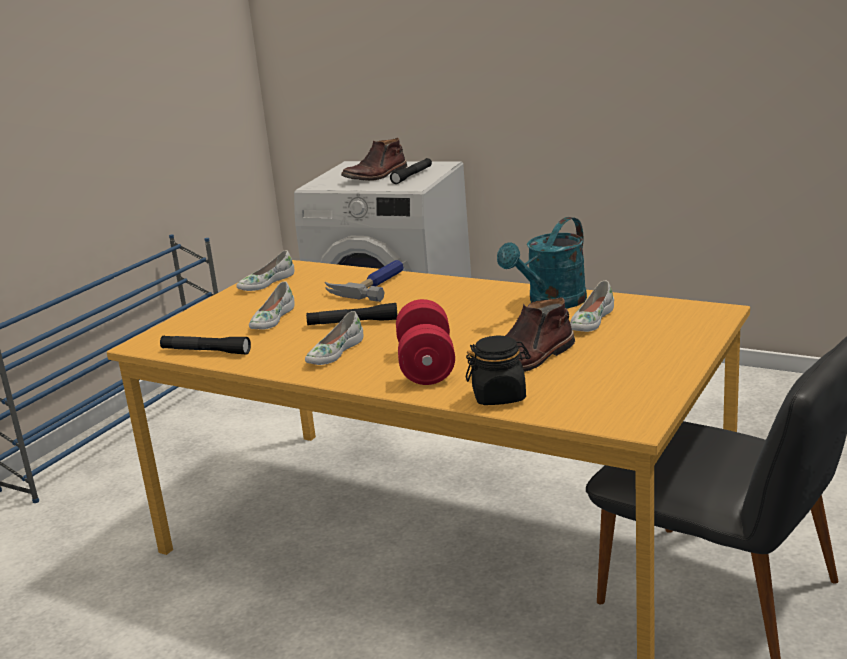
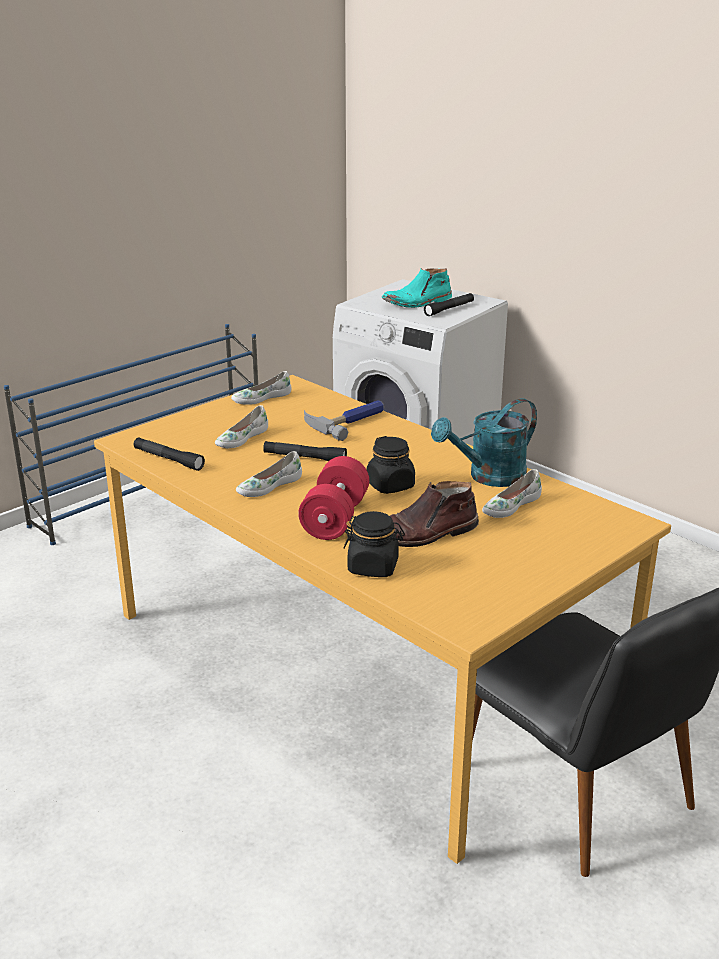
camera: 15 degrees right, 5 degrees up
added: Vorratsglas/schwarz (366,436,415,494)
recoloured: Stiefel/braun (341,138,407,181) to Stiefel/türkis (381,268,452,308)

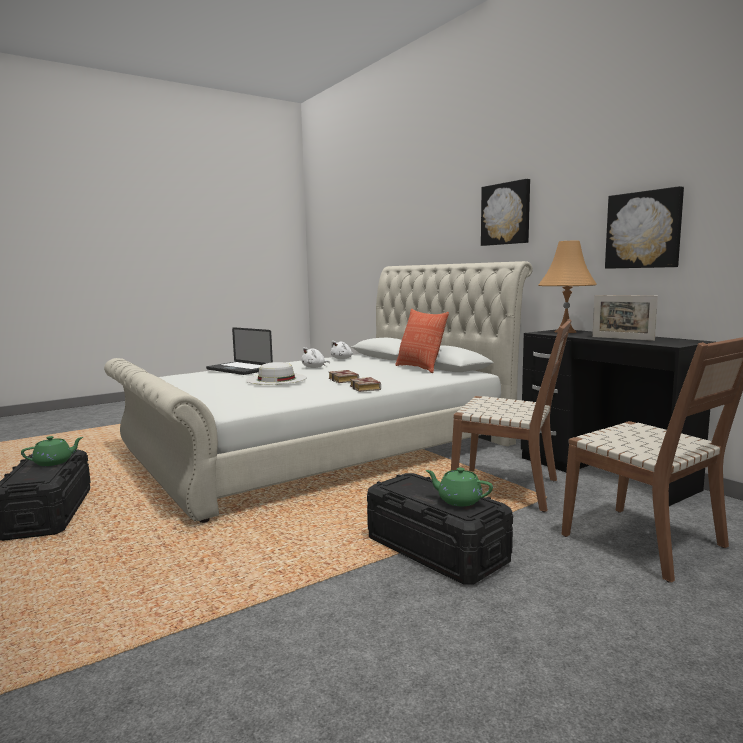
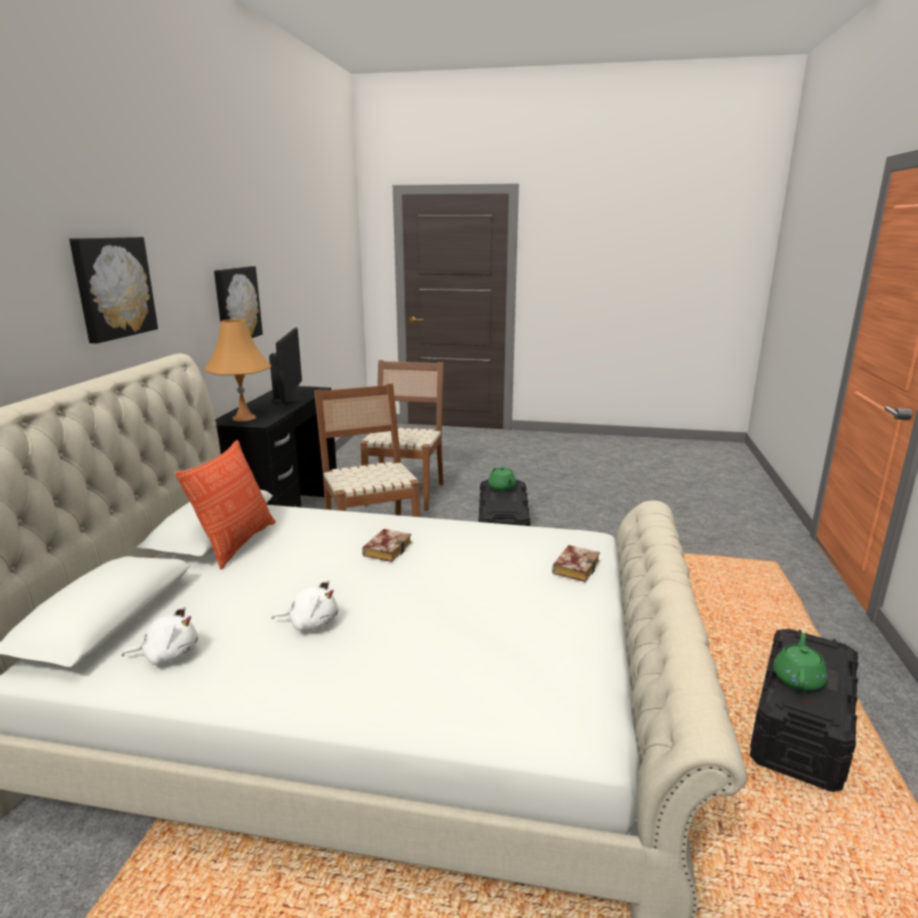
camera: 135 degrees left, 10 degrees up
removed: Laptop (206,327,273,375); Hut/weiß (246,362,307,385)
moved: Buch (350,377,381,392) to (552,545,600,582)
replaced: Bilderrahmen (592,295,658,341) to Monitor (269,328,304,404)
turned: Teekanne/grün (21,436,83,466) = (773,633,828,691) 105 degrees clockwise

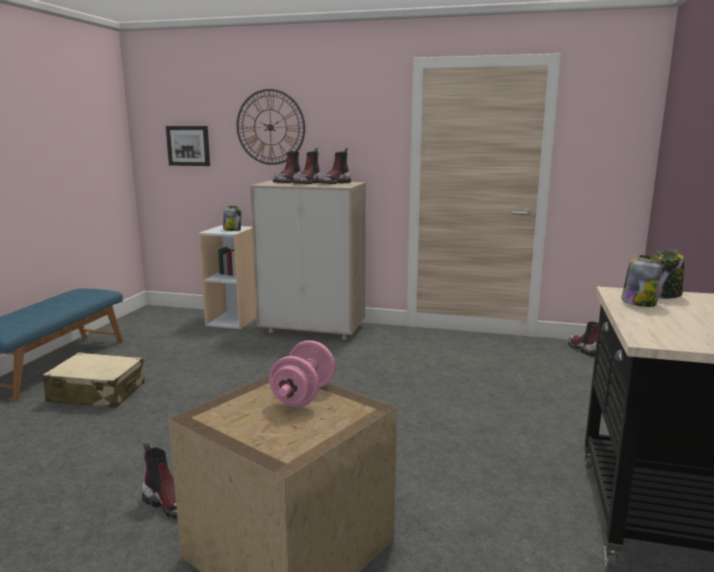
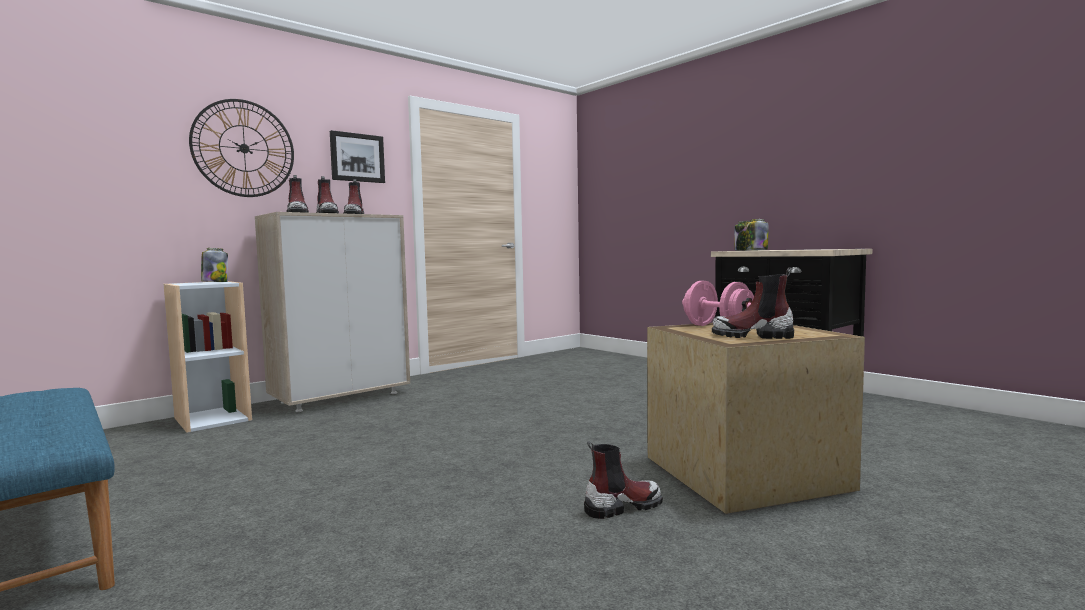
camera: 55 degrees left, 10 degrees down
removed: Koffer/beige (42,352,144,408)
moved: Bild (166,126,210,166) to (330,130,385,183); Stiefel (568,321,599,357) to (712,267,794,339)

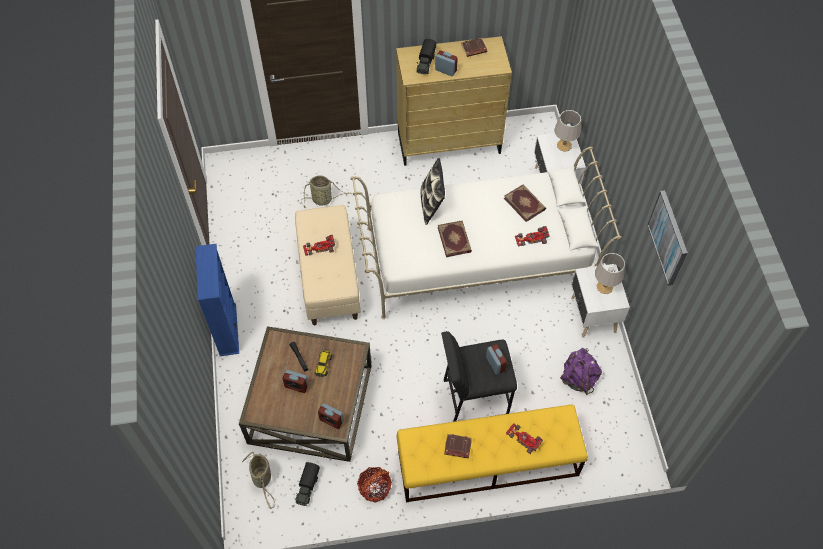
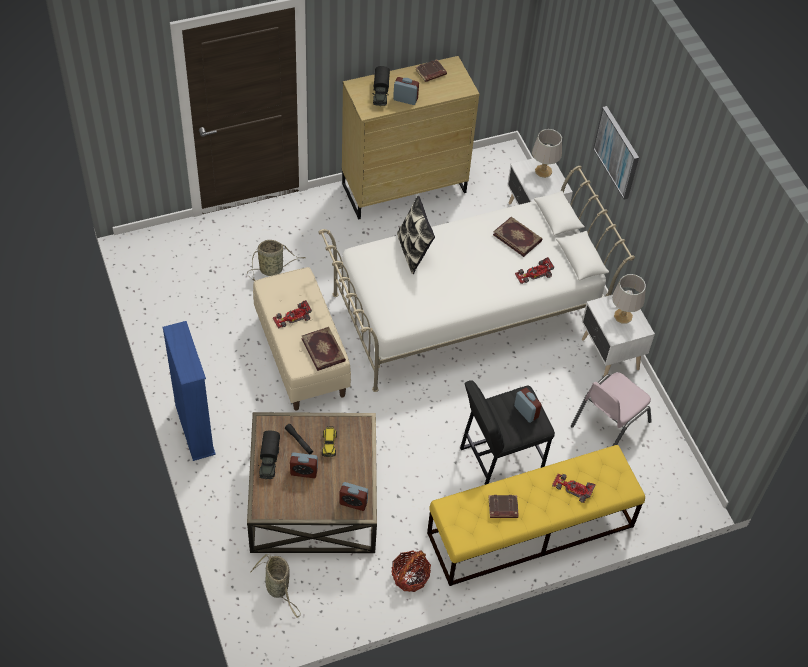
camera: 15 degrees left, 5 degrees down
moved: Spielzeuglaster (295,462,320,506) to (258,430,280,479); Buch (438,221,472,257) to (302,327,346,371); Bild (647,190,688,286) to (593,106,639,199)
replaced: Rucksack/lila (560,347,602,395) to Stuhl/rosa (571,372,652,446)

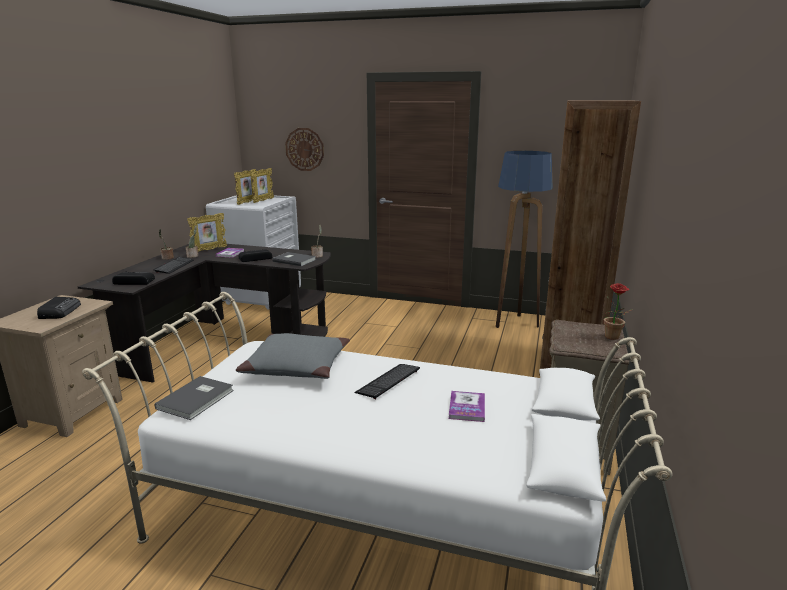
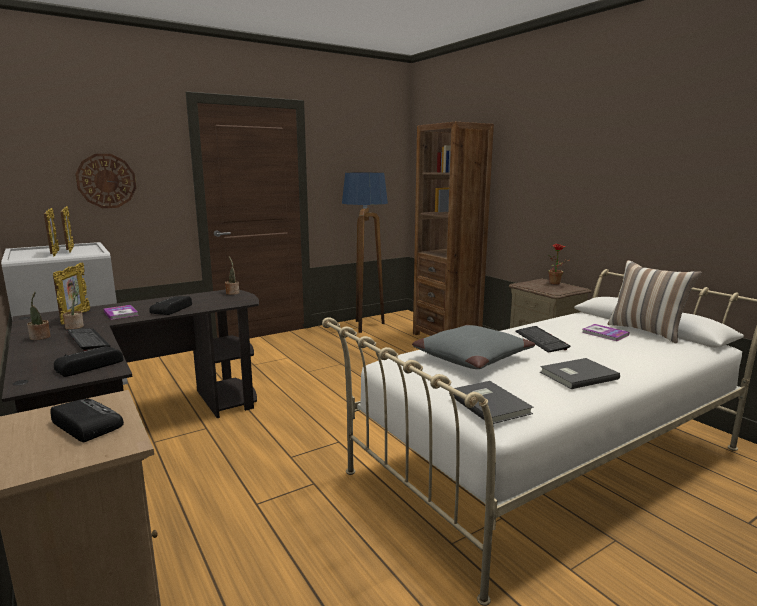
camera: 50 degrees left, 5 degrees down
added: Kissen (608,260,702,343)
moved: Buch/grau (272,252,316,266) to (540,358,620,389)

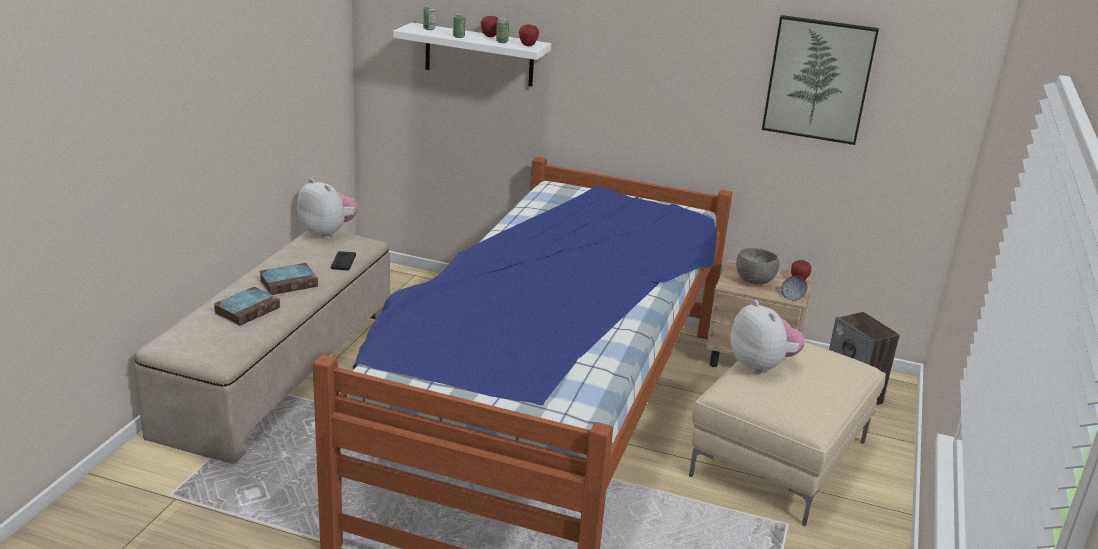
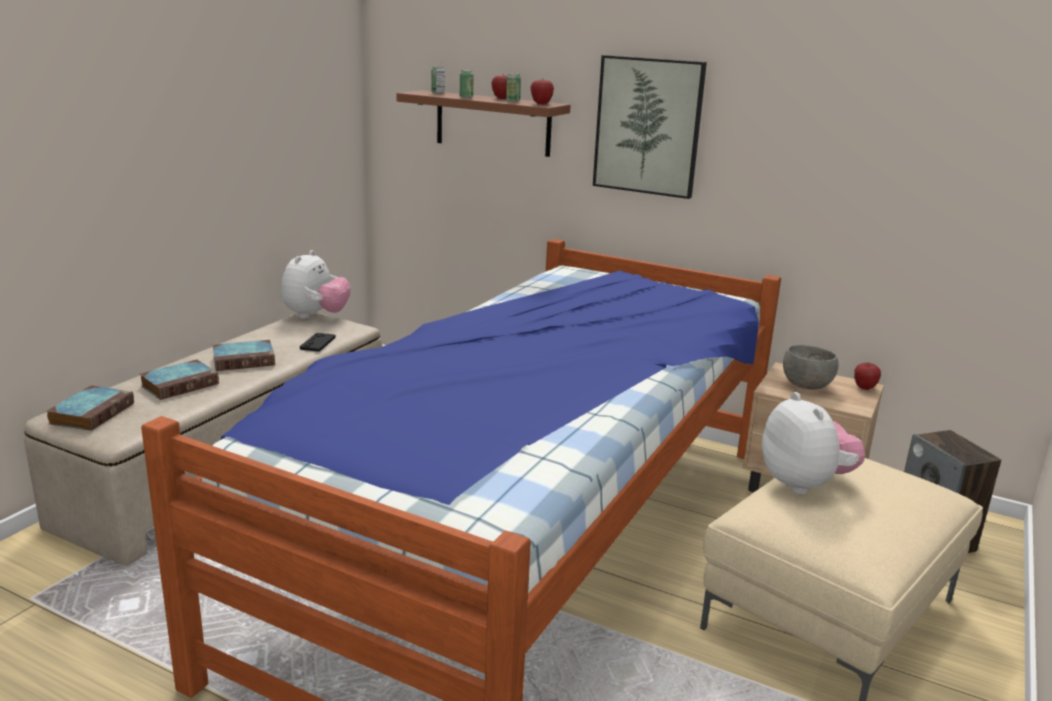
camera: 10 degrees right, 5 degrees down
removed: Schüssel (781,276,807,300)
added: Buch (47,386,134,431)
moved: Bild (762,15,879,145) to (593,55,707,199)
recoloured: Wandregal/weiß (393,22,551,86) to Wandregal/braun (397,90,571,157)
turned: Plüschtier (297,178,358,239) = (281,250,351,319) 60 degrees clockwise

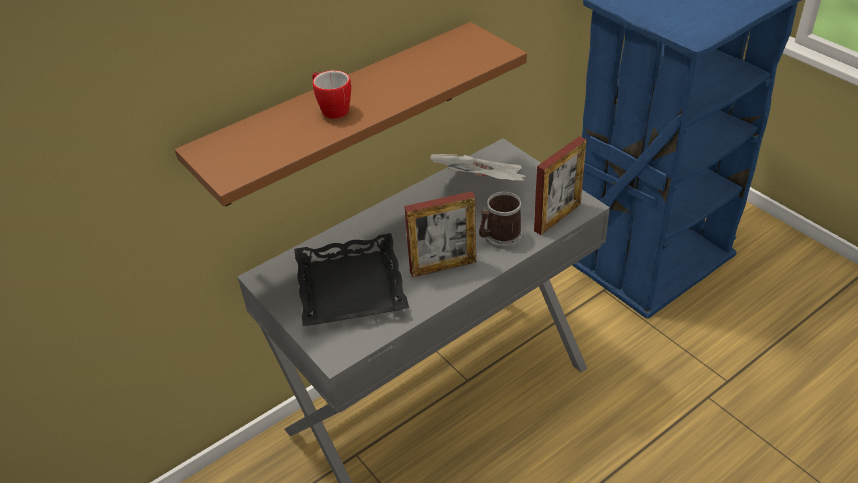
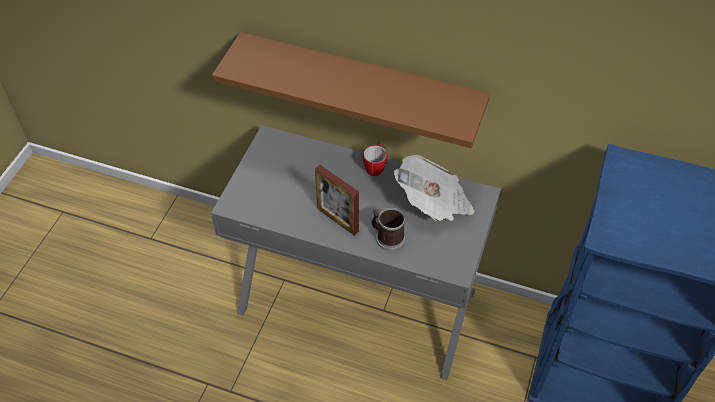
camera: 55 degrees right, 10 degrees up
removed: Tablett/schwarz (294,233,409,326); Bilderrahmen (534,136,587,235)
moved: Henkelbecher (312,70,351,119) to (363,142,387,176)

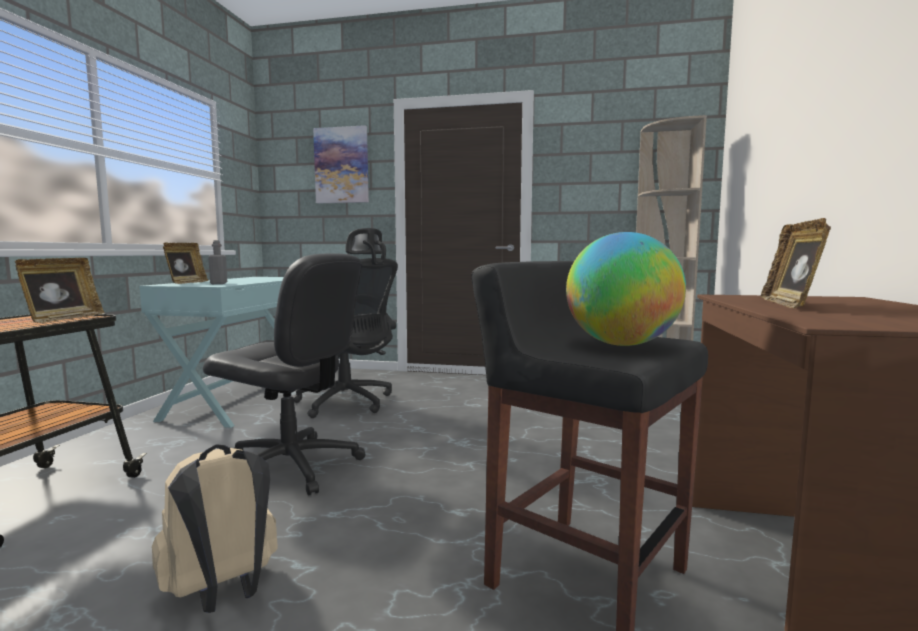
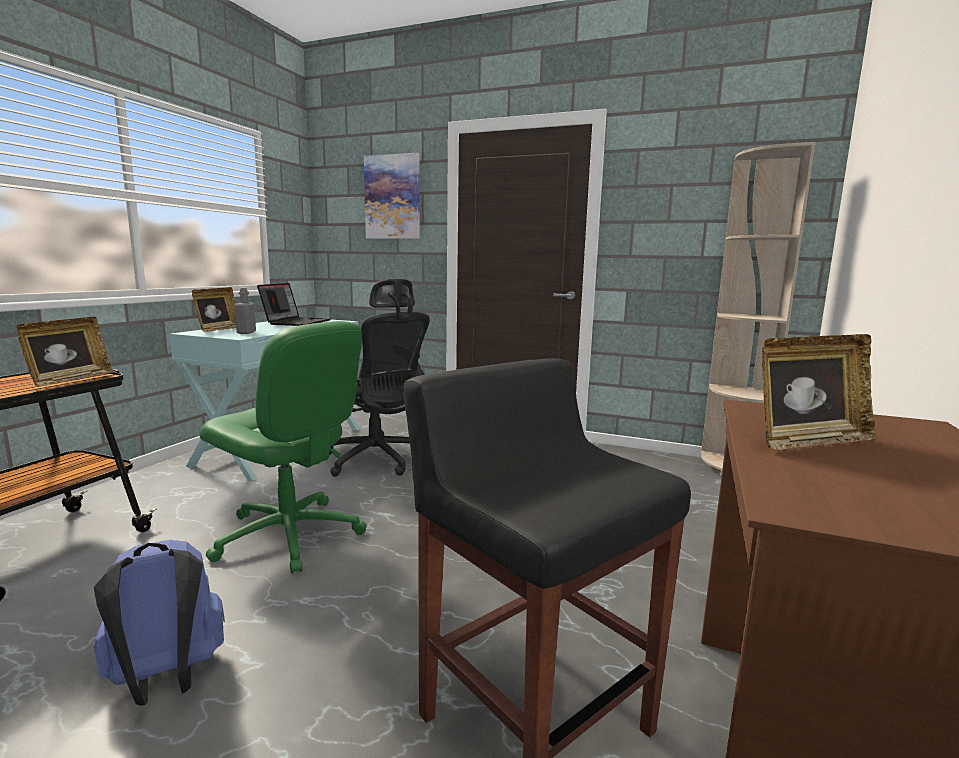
camera: 10 degrees right, 5 degrees up
removed: Globus (566,232,686,346)
added: Laptop (257,283,331,326)
recoloured: Rucksack/beige (152,444,278,613) to Rucksack/blau (94,540,225,706); Bürostuhl/schwarz (203,253,366,495) to Bürostuhl/grün (199,321,366,574)
turned: Bilderrahmen (761,218,831,309) = (762,334,877,450) 135 degrees counterclockwise

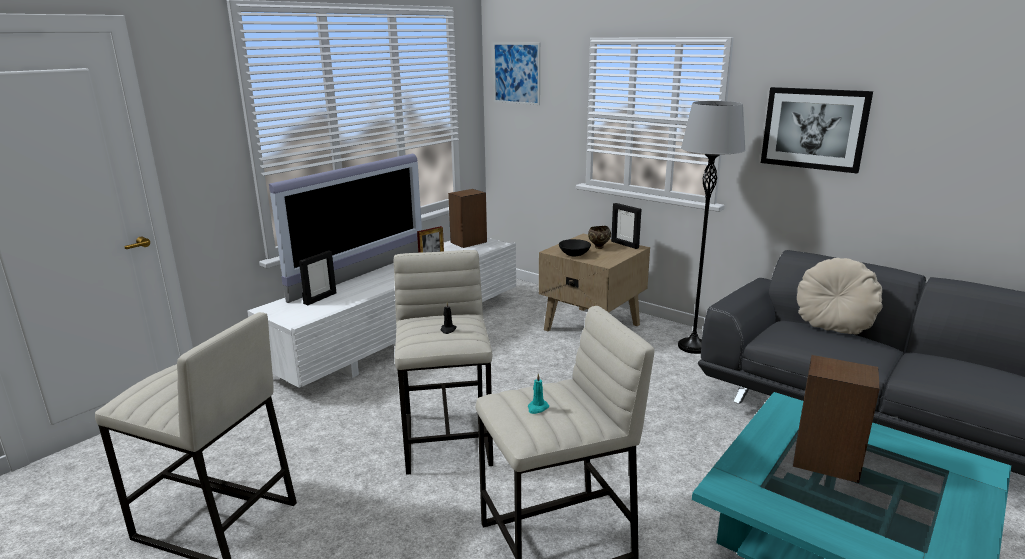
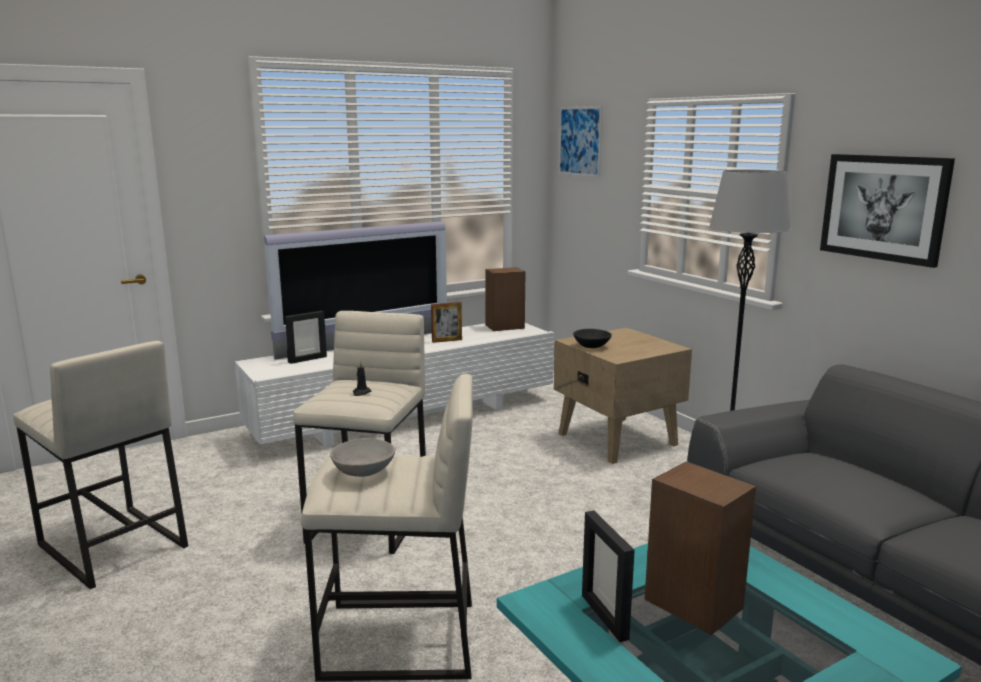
camera: 20 degrees right, 5 degrees down
removed: Schüssel/braun (588,226,611,249); Kissen/beige (797,258,883,335)
moved: Bilderrahmen (611,203,641,249) to (582,510,635,642)
replaced: Kerze/türkis (528,374,549,414) to Schüssel/grau (330,438,395,477)

